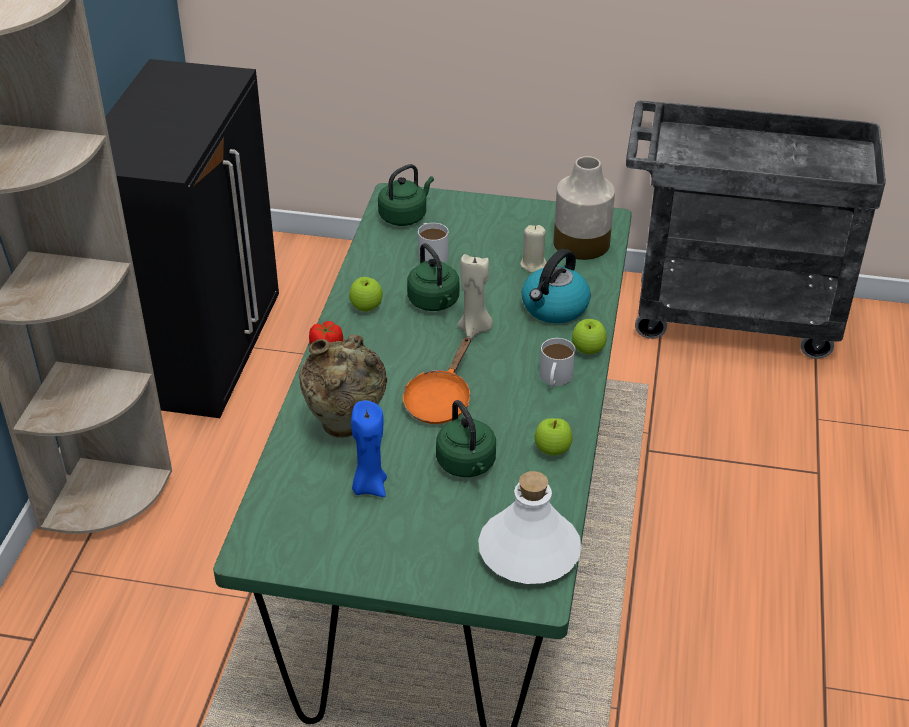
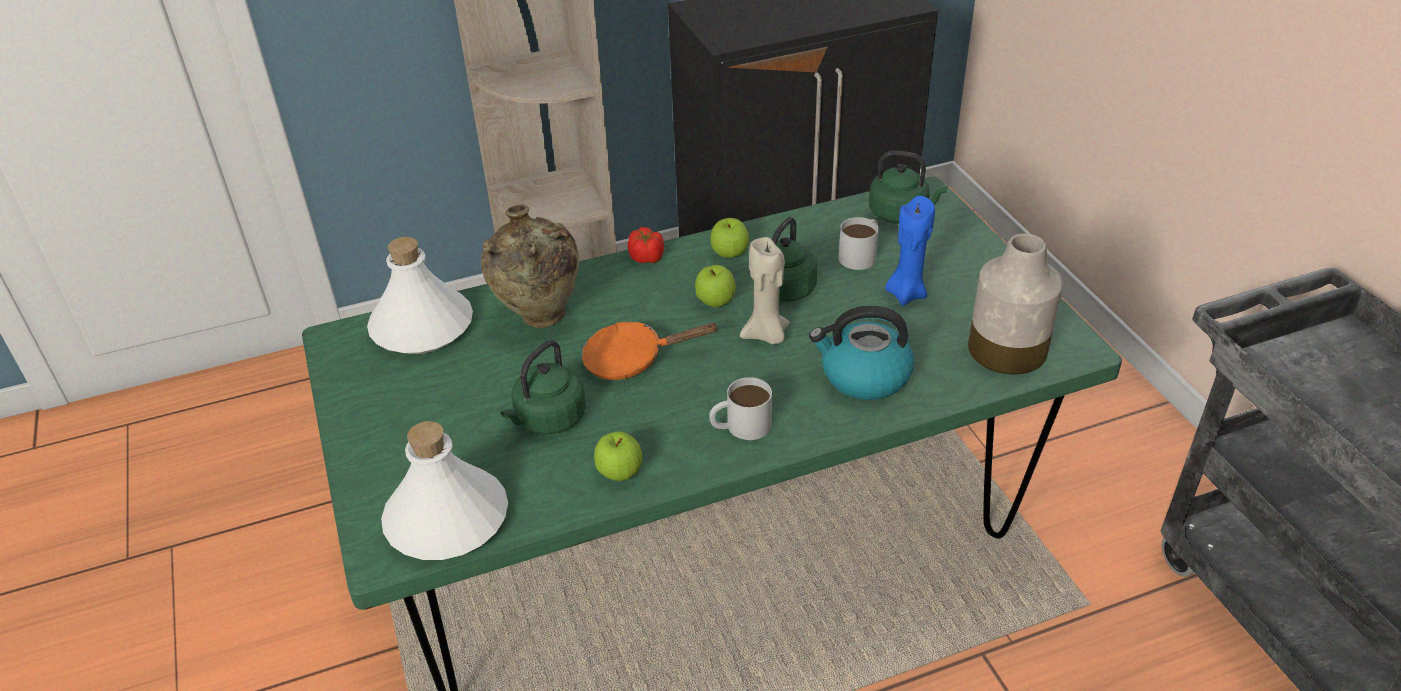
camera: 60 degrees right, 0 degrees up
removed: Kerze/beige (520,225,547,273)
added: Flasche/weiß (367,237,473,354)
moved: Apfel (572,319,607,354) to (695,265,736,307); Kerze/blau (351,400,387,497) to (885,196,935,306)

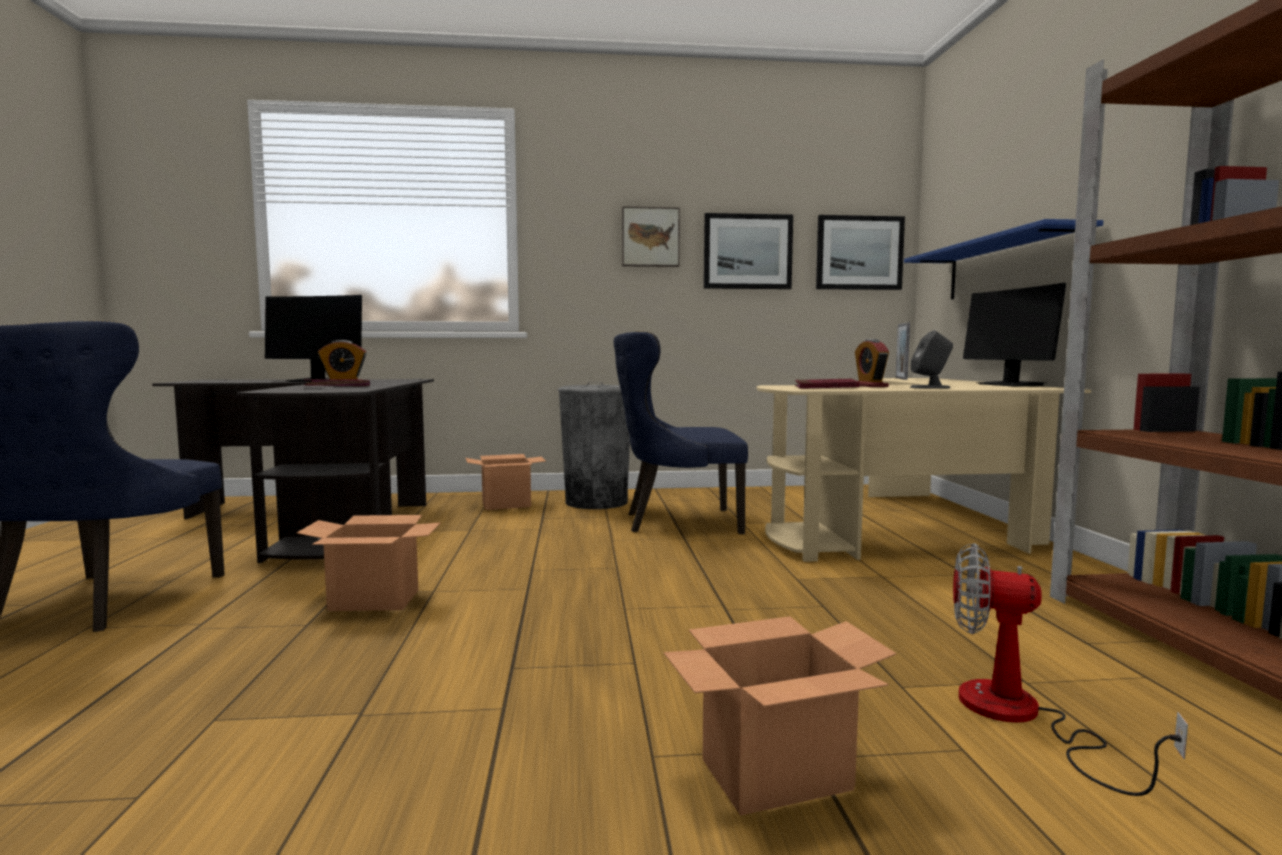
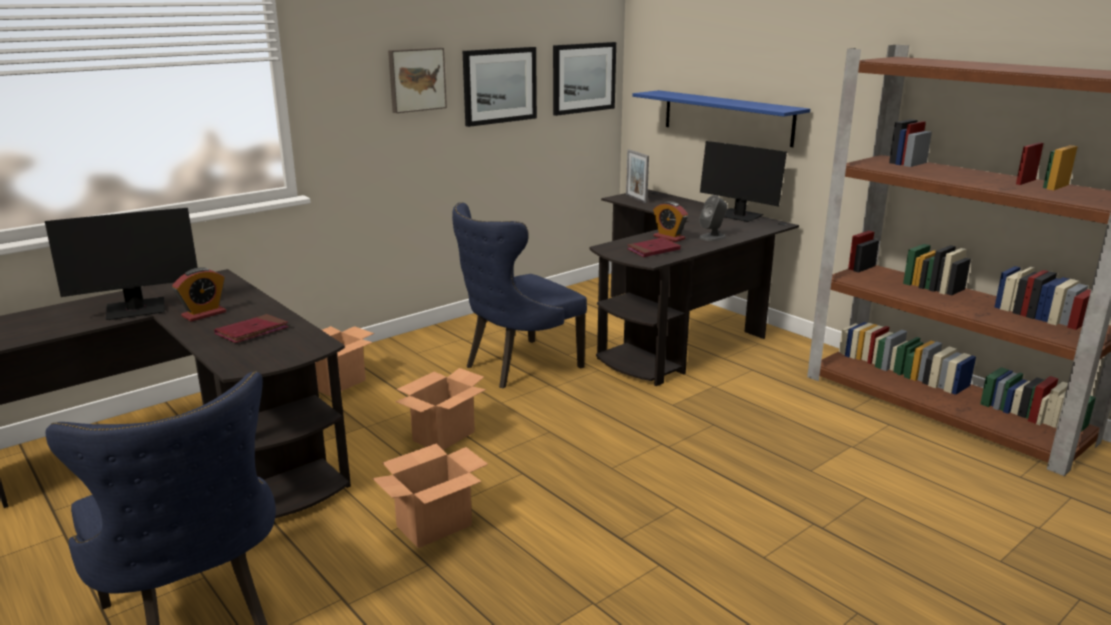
camera: 35 degrees left, 15 degrees up
removed: Mülleimer/grau (558,382,630,509); Ventilator (953,543,1188,796)
moved: Karton (664,616,896,816) to (396,368,486,450)
recoloured: Schreibtisch/beige (757,378,1091,562) to Schreibtisch/schwarz (589,189,799,386)

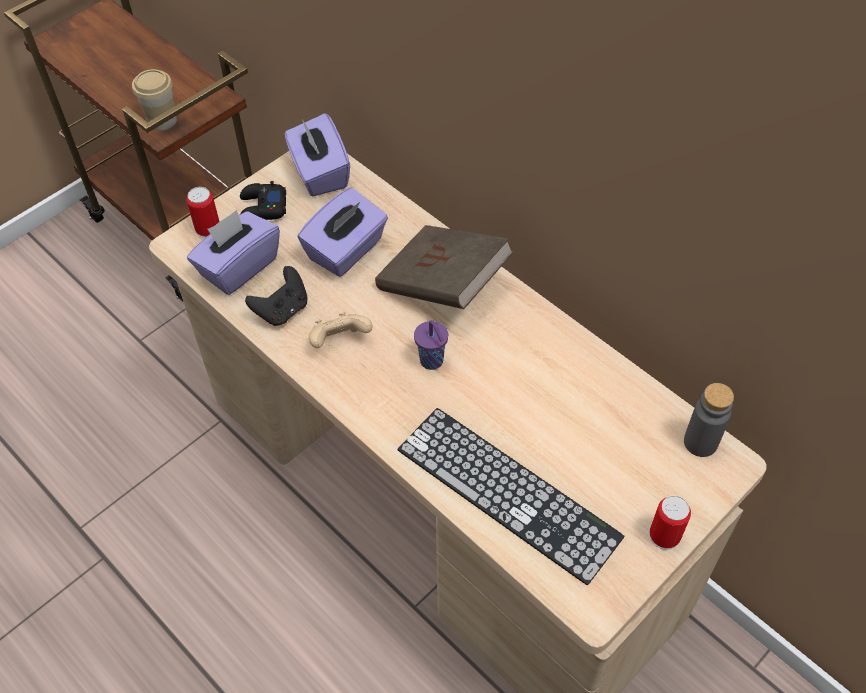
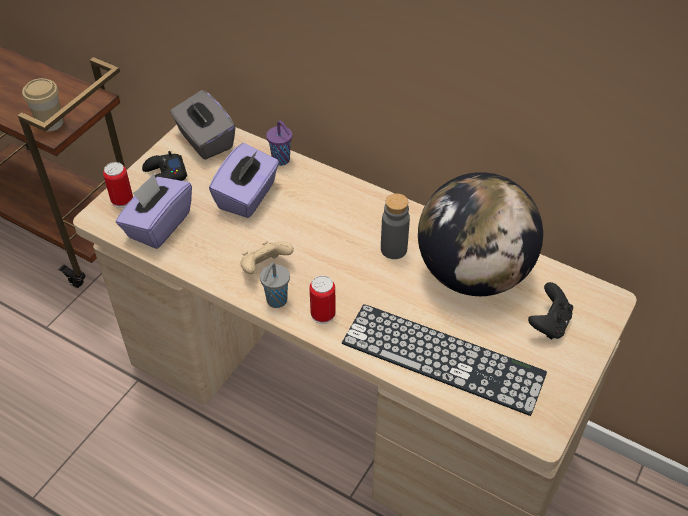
camera: 15 degrees left, 5 degrees down
removed: Buch/braun (375,225,514,309)
added: Tasse/grau (260,262,290,308); Globus (418,172,543,296)
moved: Tasse/lila (414,320,448,370) to (266,121,292,166); Dose (650,495,691,550) to (309,276,336,324); Flasche/grau (684,383,734,457) to (381,193,410,259); Gamepad/schwarz (245,266,308,326) to (528,282,573,339)
recoloured: Taschentuchbox/lila (285,113,350,196) to Taschentuchbox/grau (170,90,235,160)

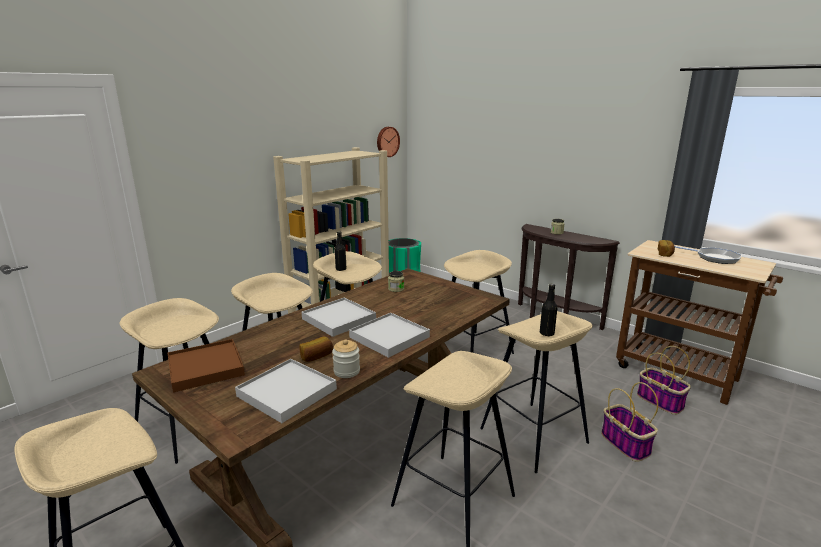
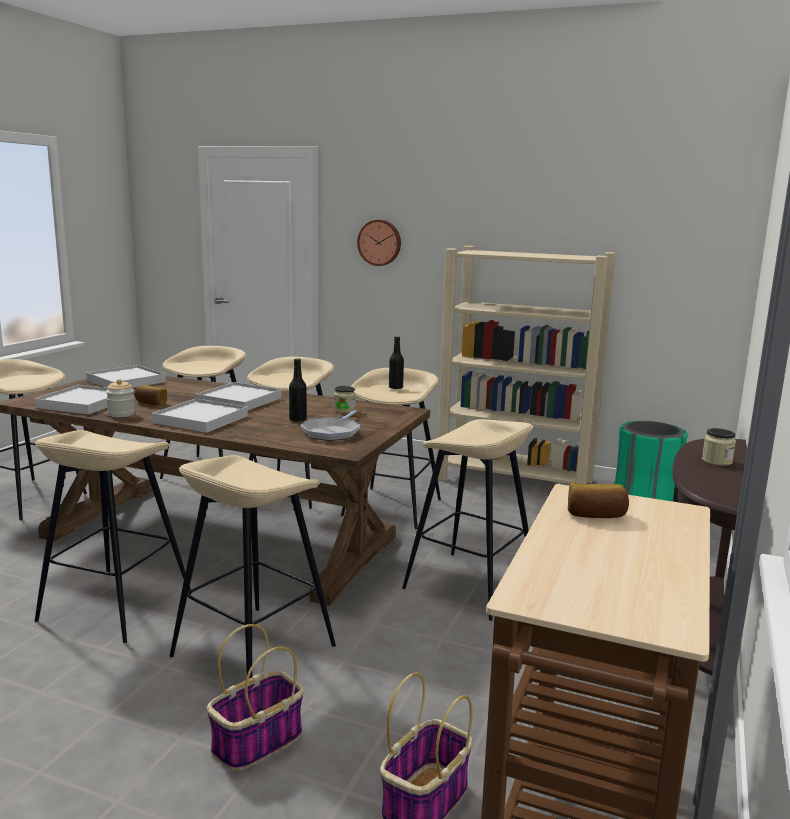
camera: 70 degrees right, 5 degrees down
moved: Flasche/schwarz (540,284,557,336) to (289,358,307,422); Pfanne (675,246,742,264) to (301,410,360,441); Wanduhr (377,127,400,157) to (357,220,401,266)
recoloured: Tablett/braun (168,339,245,392) to Tablett/weiß (86,365,166,388)

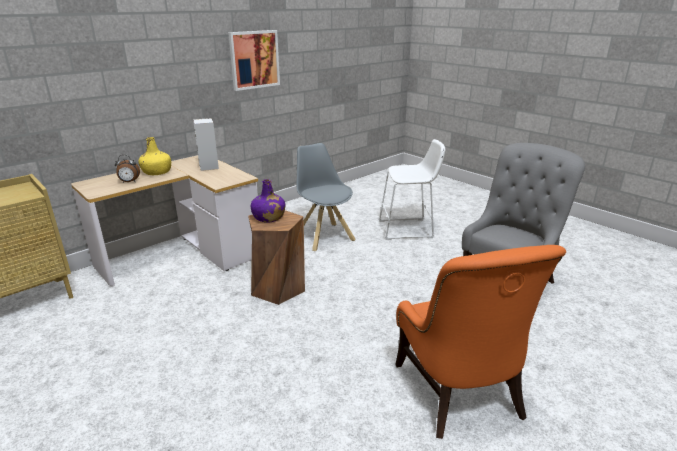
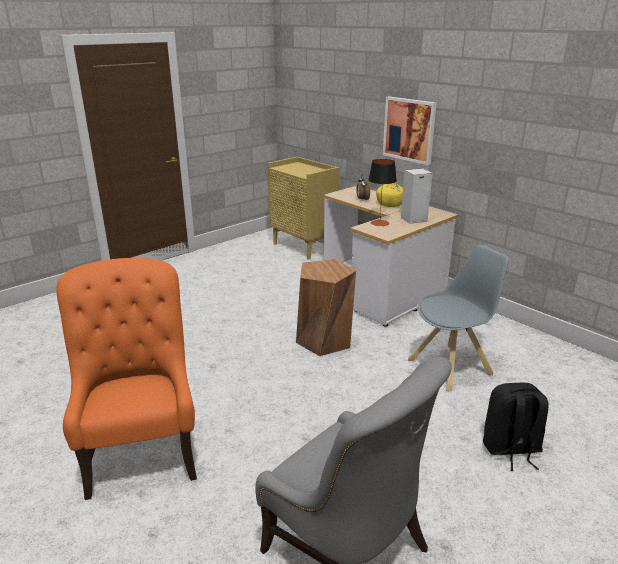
camera: 90 degrees right, 0 degrees up
removed: Flasche/lila (251,179,285,223)
added: Tischlampe (368,159,397,226)
moved: Bild (228,30,280,91) to (383,96,437,165)
replaced: Hocker/weiß (378,139,445,240) to Rucksack/schwarz (483,383,549,471)
turned: Stuhl/orange (395,245,566,439) = (56,258,197,500) 90 degrees clockwise

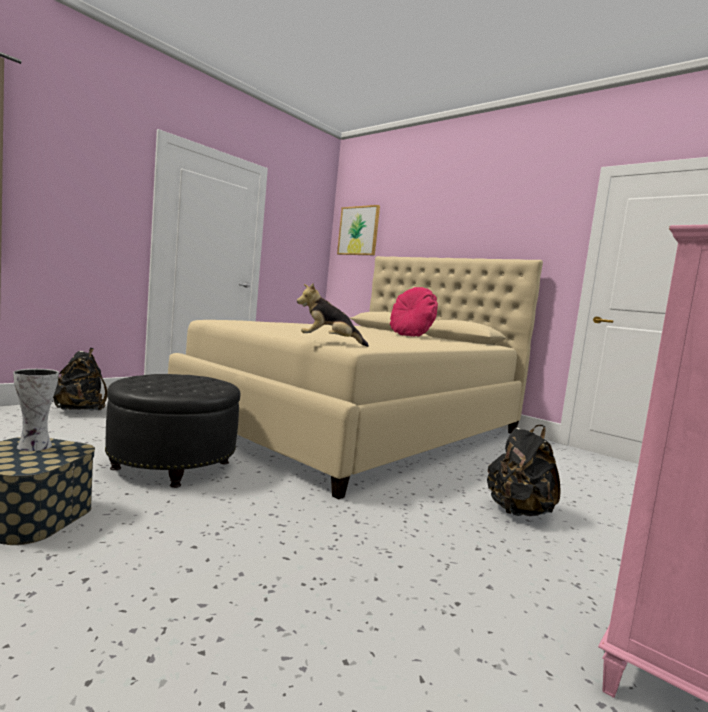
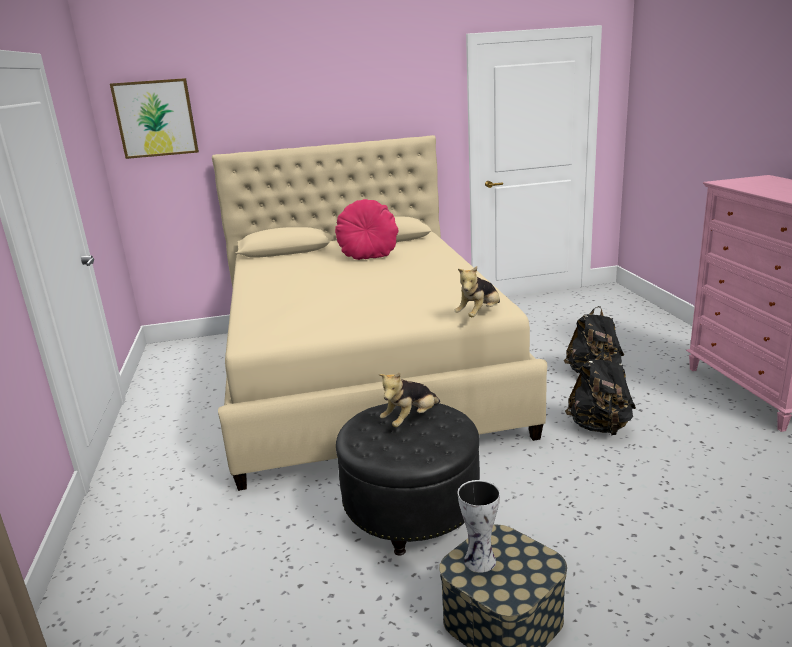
camera: 50 degrees left, 15 degrees up
added: Plüschtier (379,372,440,427)
moved: Rucksack/schwarz (53,348,107,411) to (565,350,636,436)

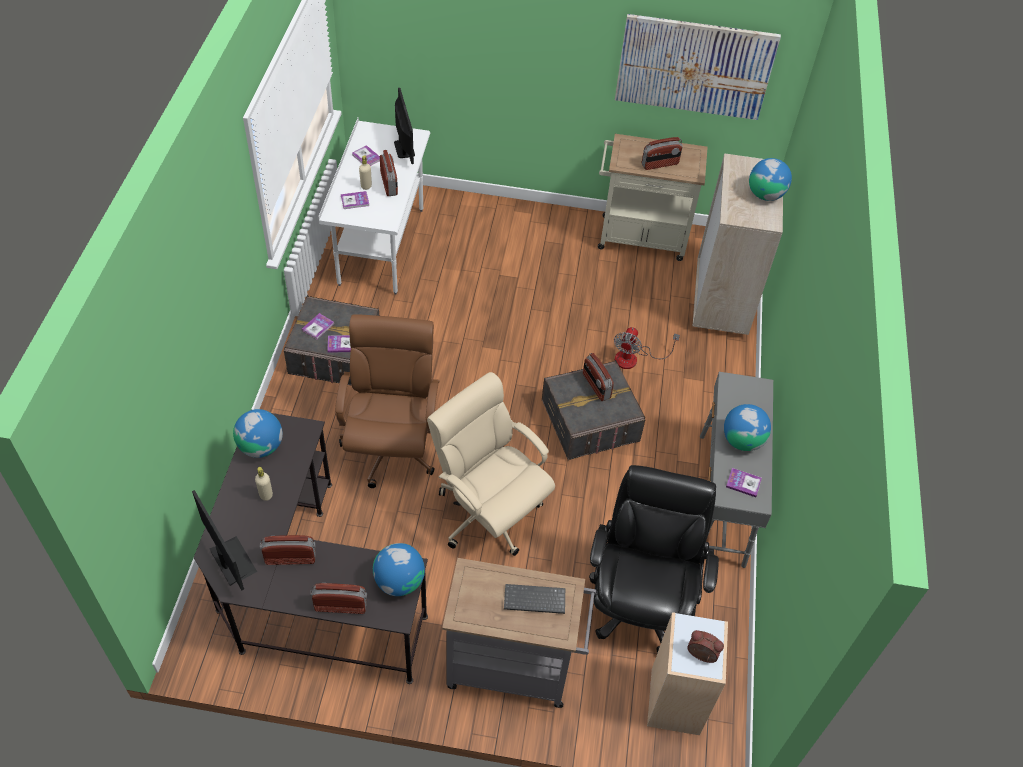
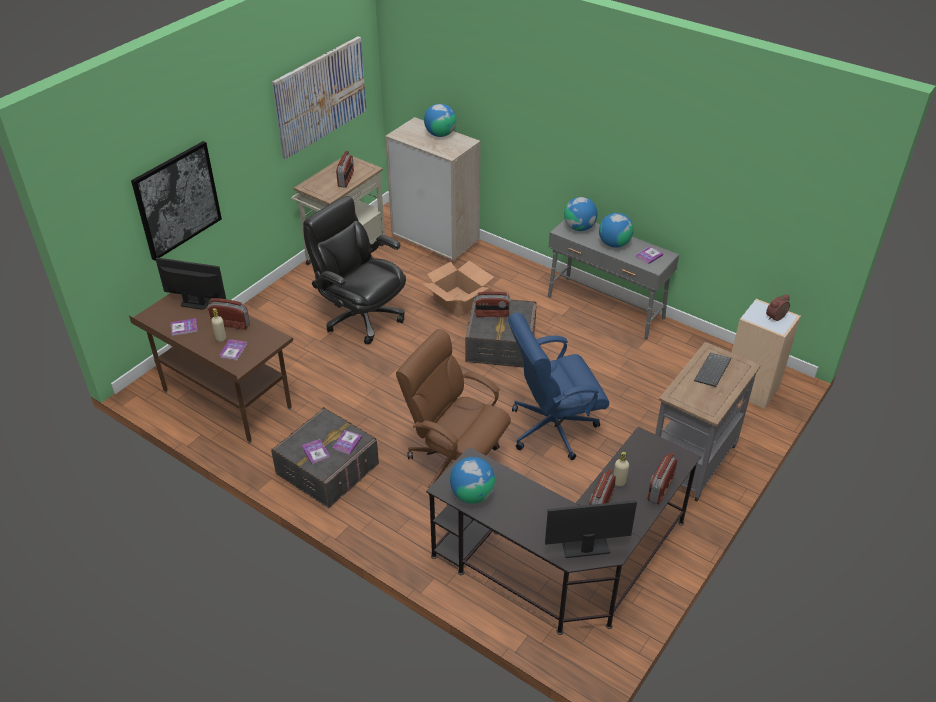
camera: 60 degrees left, 10 degrees down
added: Bild (131,141,222,261)
moved: Bürostuhl/schwarz (589,465,719,653) to (303,196,406,345); Globus (373,543,425,596) to (564,197,597,231); Flasche/beige (255,467,273,501) to (614,452,629,487)
replaced: Ventilator (614,327,680,369) to Karton (423,261,494,318)
recoloured: Schreibtisch/weiß (318,118,430,295) to Schreibtisch/braun (129,293,293,443); Bürostuhl/beige (427,372,555,556) to Bürostuhl/blau (508,313,609,460)

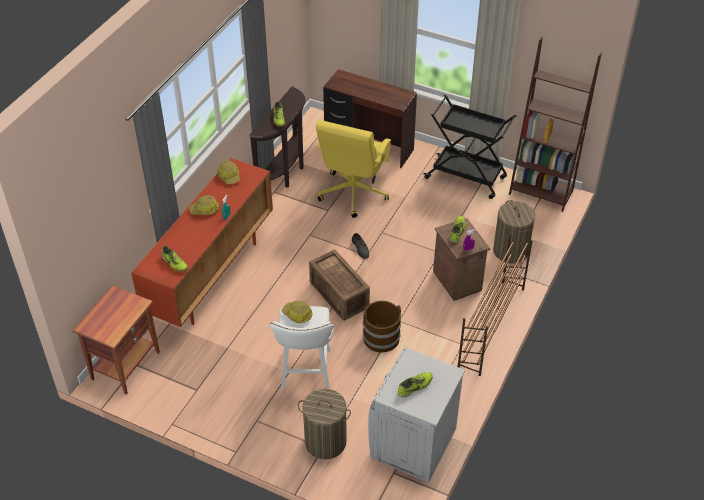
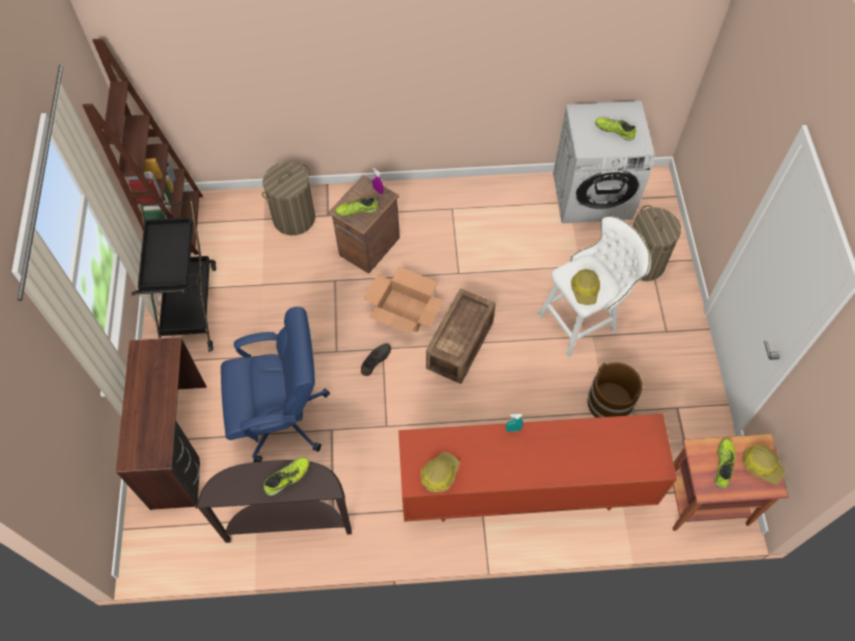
camera: 120 degrees left, 15 degrees up
removed: Schuhregal/braun (457,233,533,376)
added: Karton (363,267,444,334)
moved: Eimer/braun (363,301,401,352) to (588,362,642,418); Schuh (162,245,188,271) to (714,439,736,488); Schutzhelm (190,195,219,215) to (743,444,785,484)
recoloured: Bürostuhl/gelb (316,120,391,218) to Bürostuhl/blau (221,307,330,462)

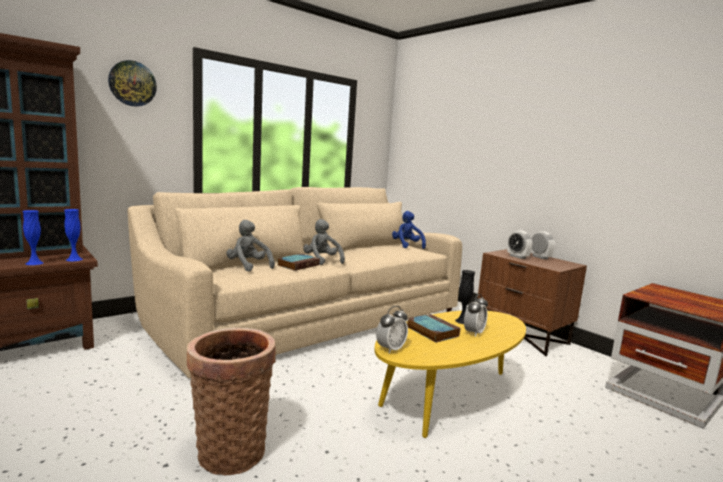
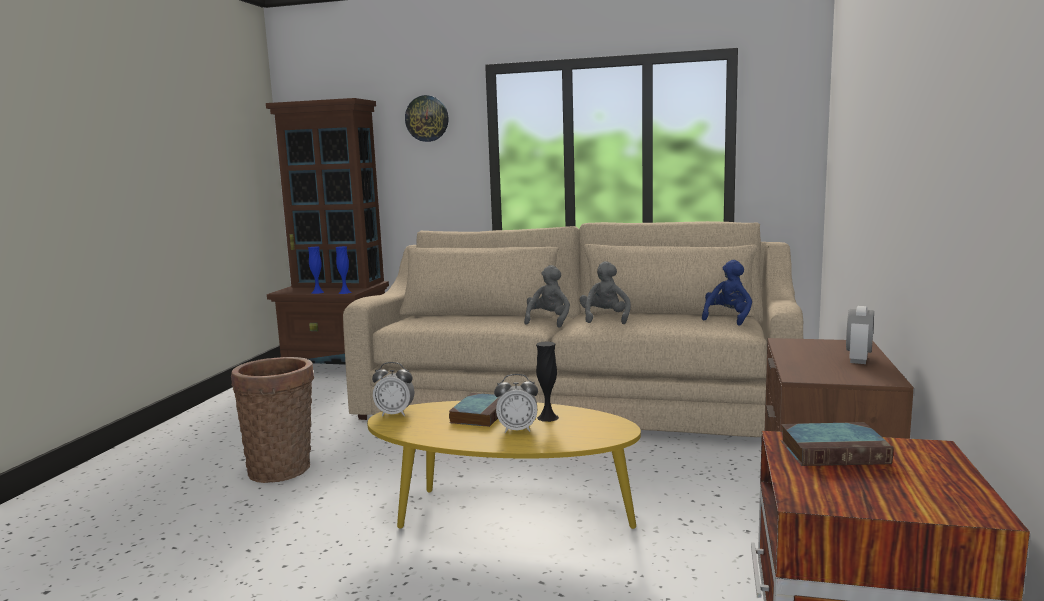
camera: 55 degrees right, 0 degrees up
removed: Wecker (507,230,532,259)
moved: Plüschtier/grau (226,220,275,272) to (580,261,631,324); Buch (277,254,320,271) to (781,422,894,466)

